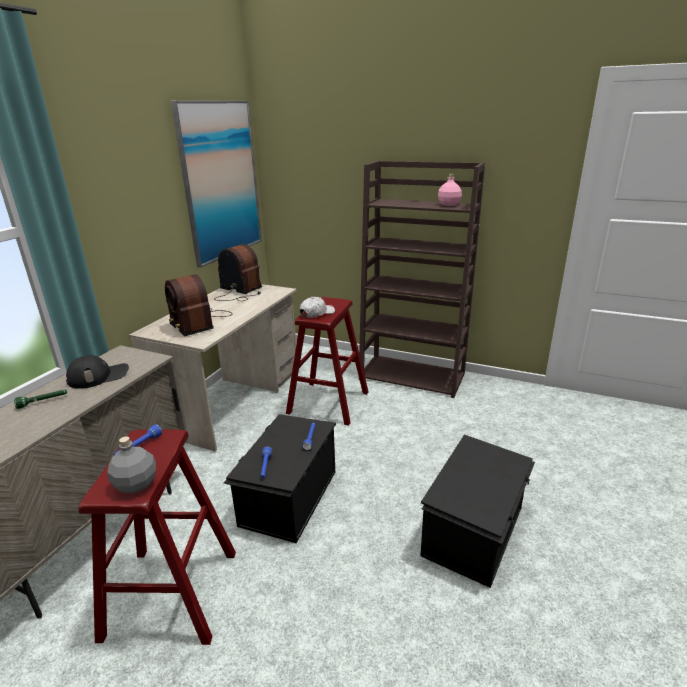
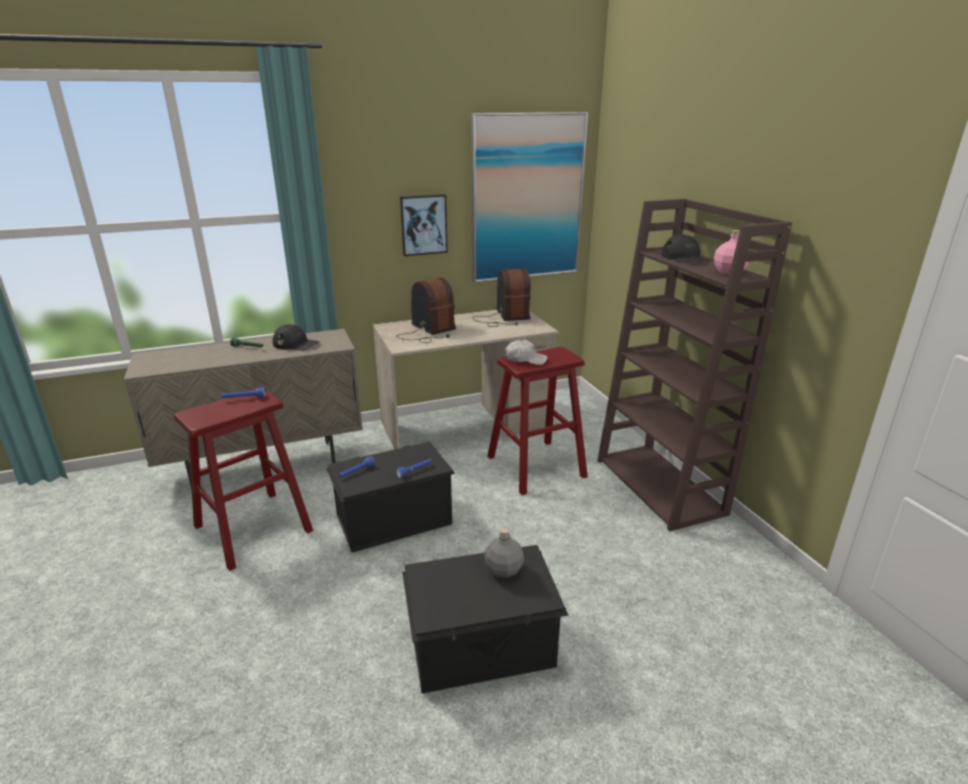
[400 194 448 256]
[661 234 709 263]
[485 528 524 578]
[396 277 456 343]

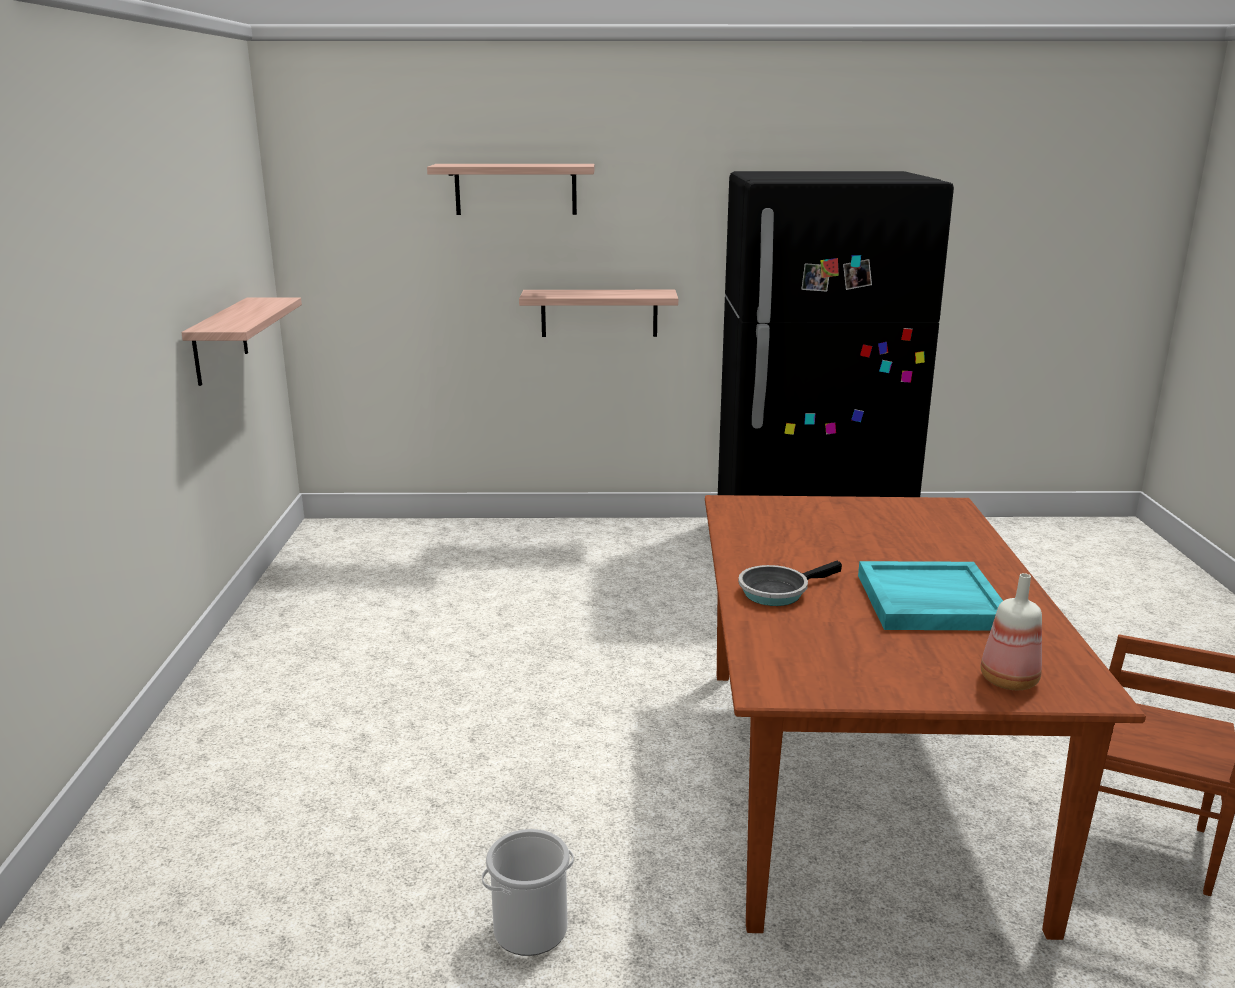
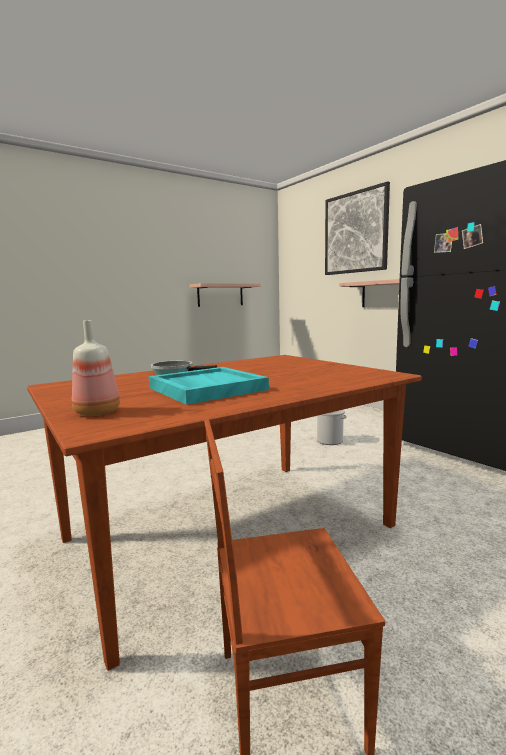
[317 410 347 445]
[325 181 390 275]

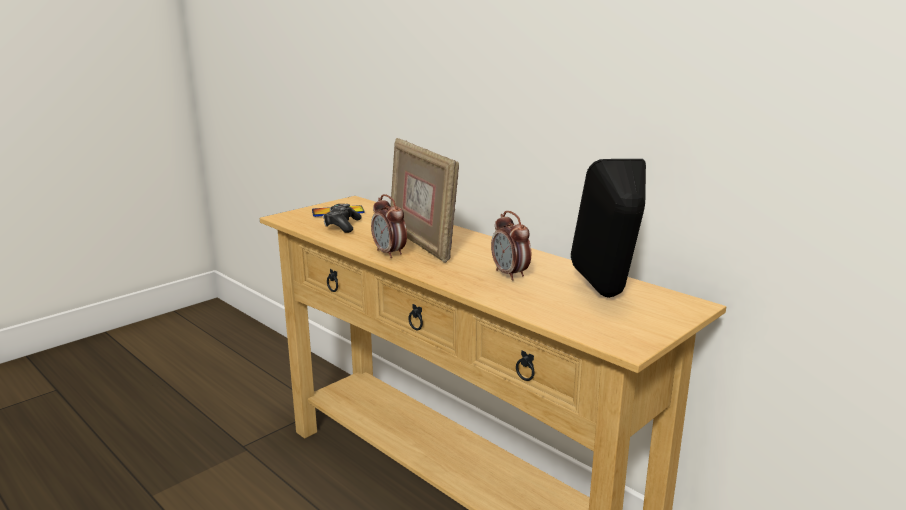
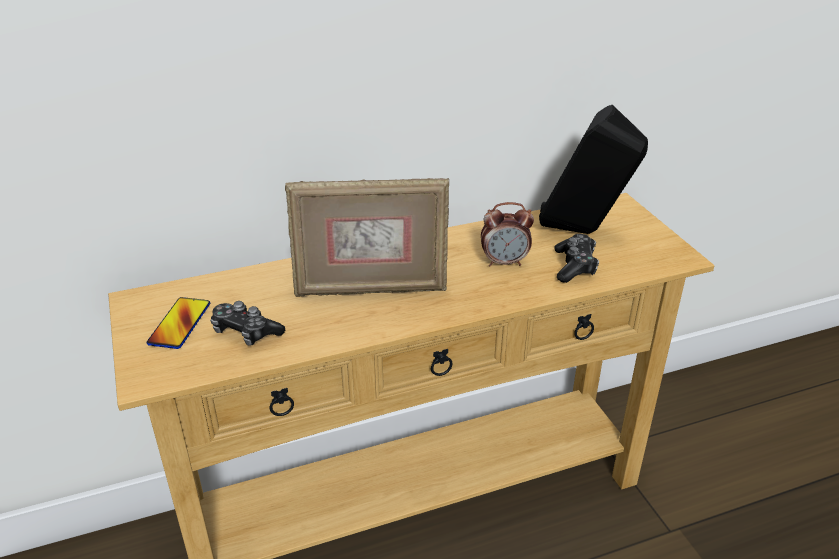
[371 194 407 258] (first image)
[554 234 599 283]

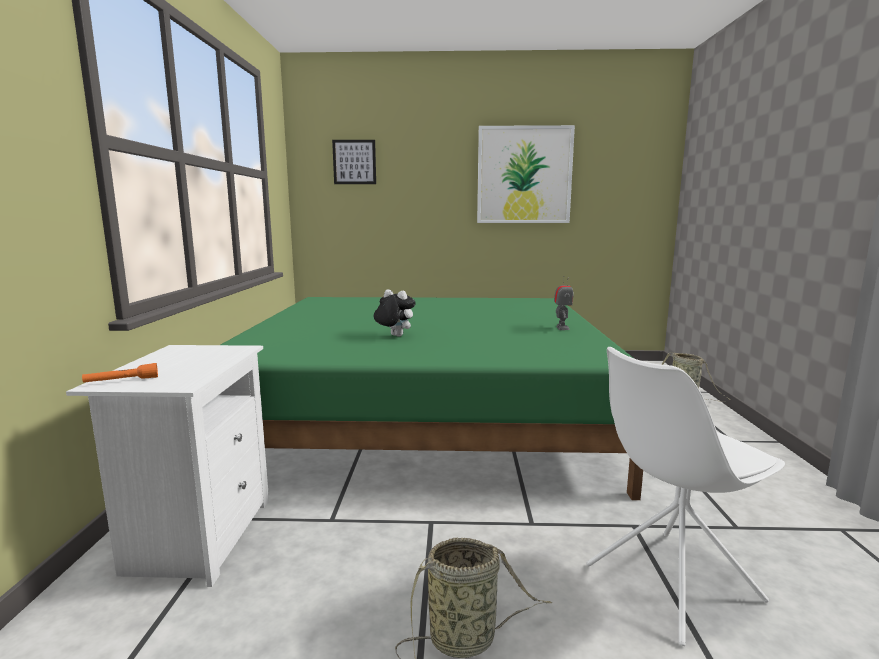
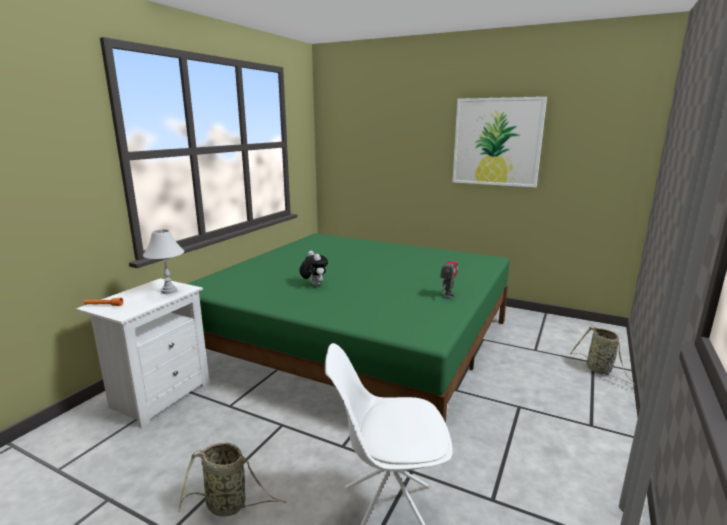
[332 140 376 184] (first image)
[143 229 184 294]

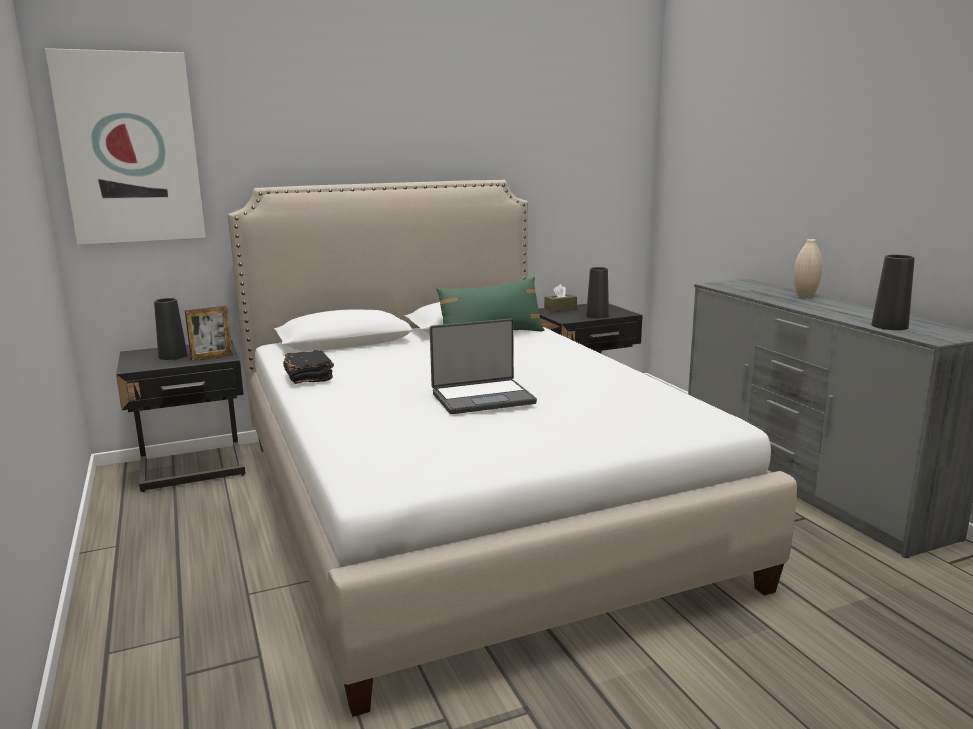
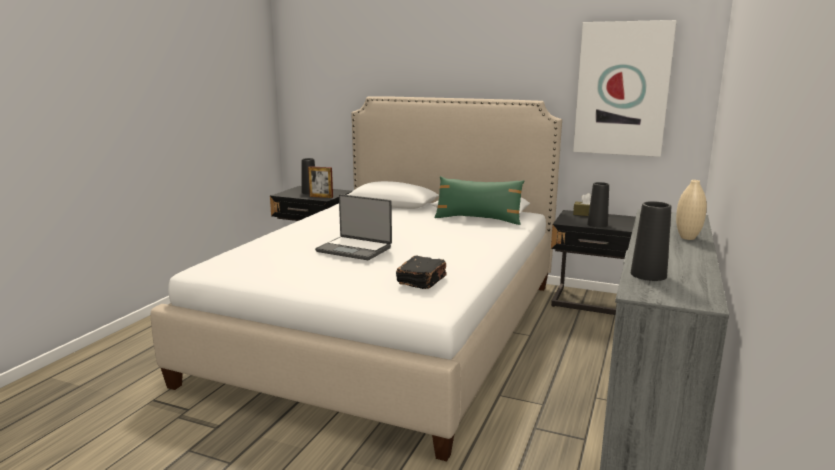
[573 20 677 157]
[396 256 447 289]

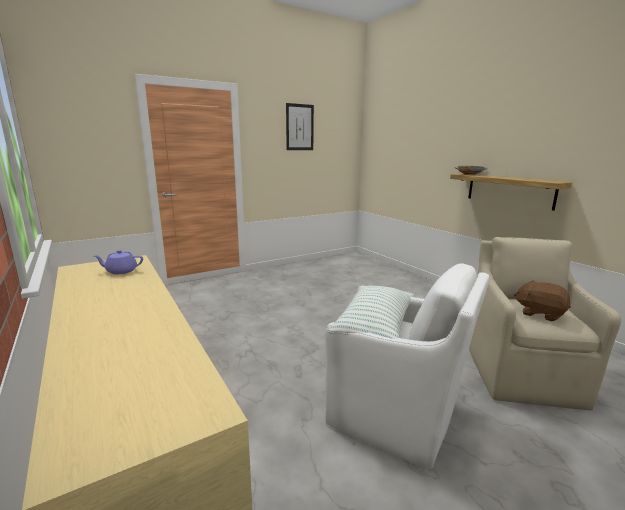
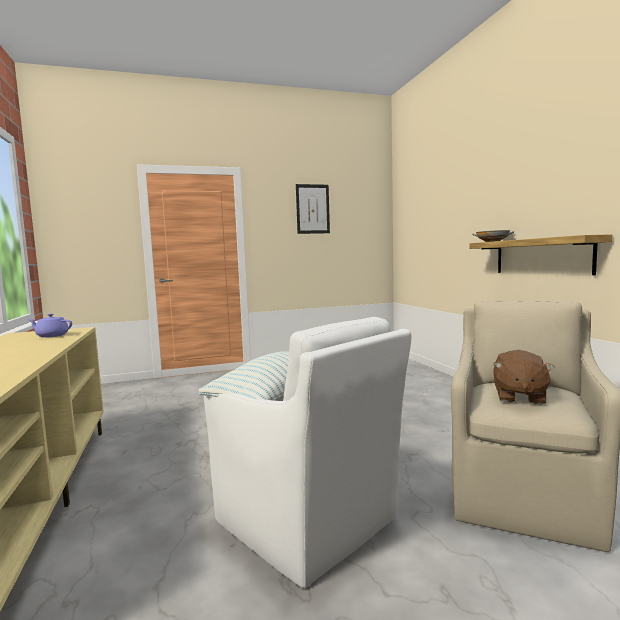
[493 350 554 405]

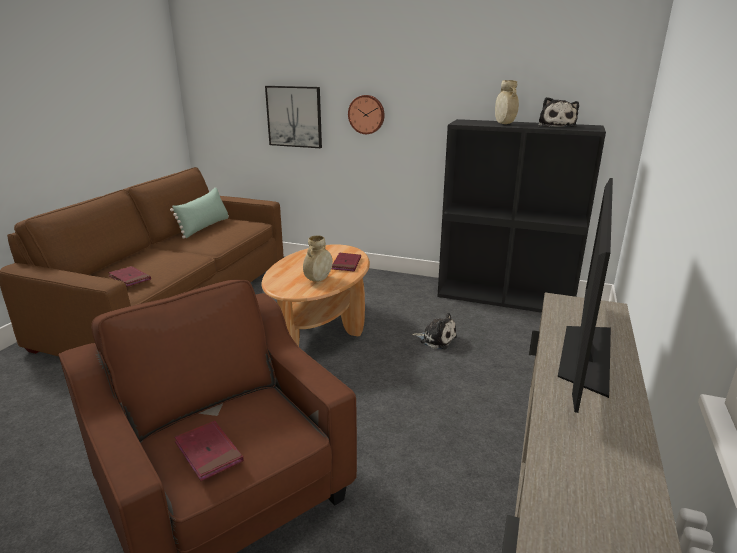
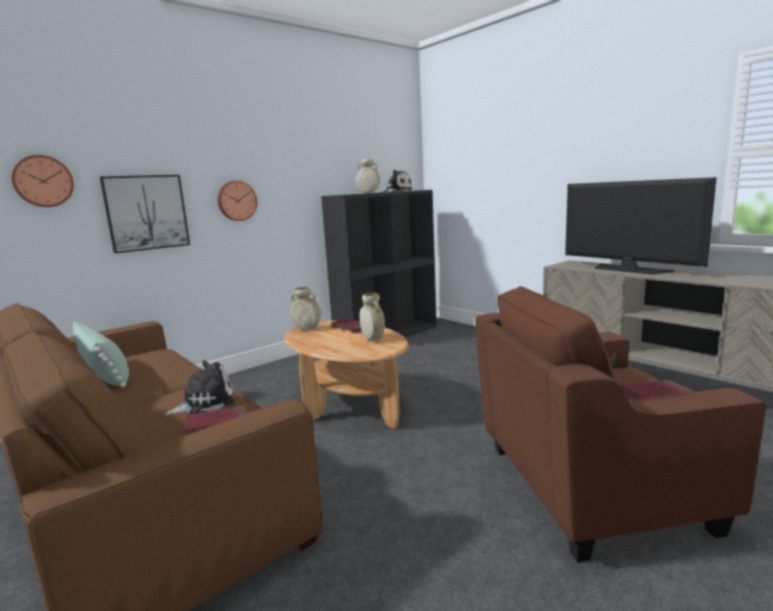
[11 155 74 207]
[290 287 321 330]
[164 360 235 415]

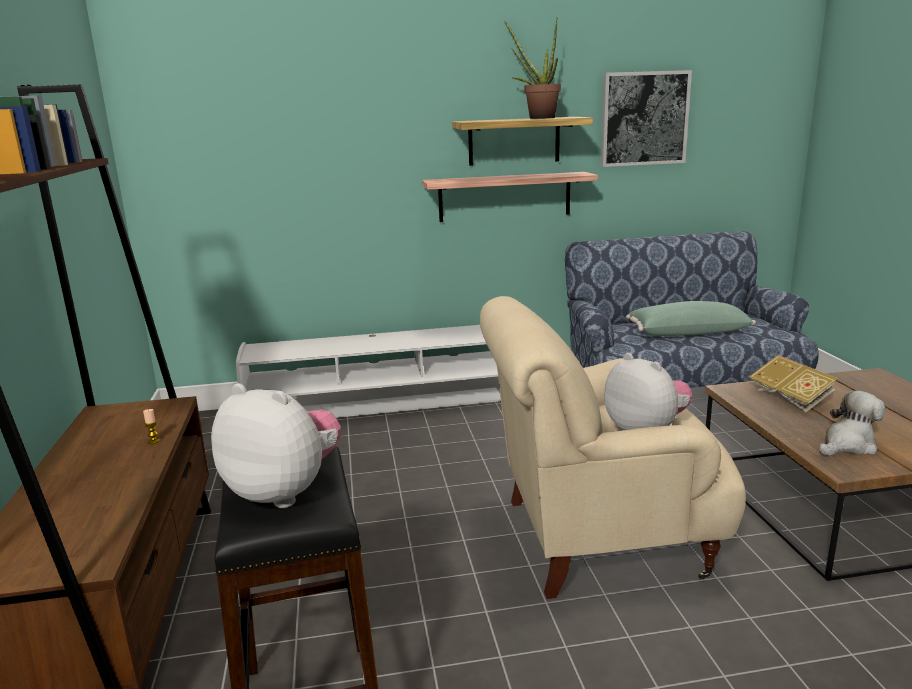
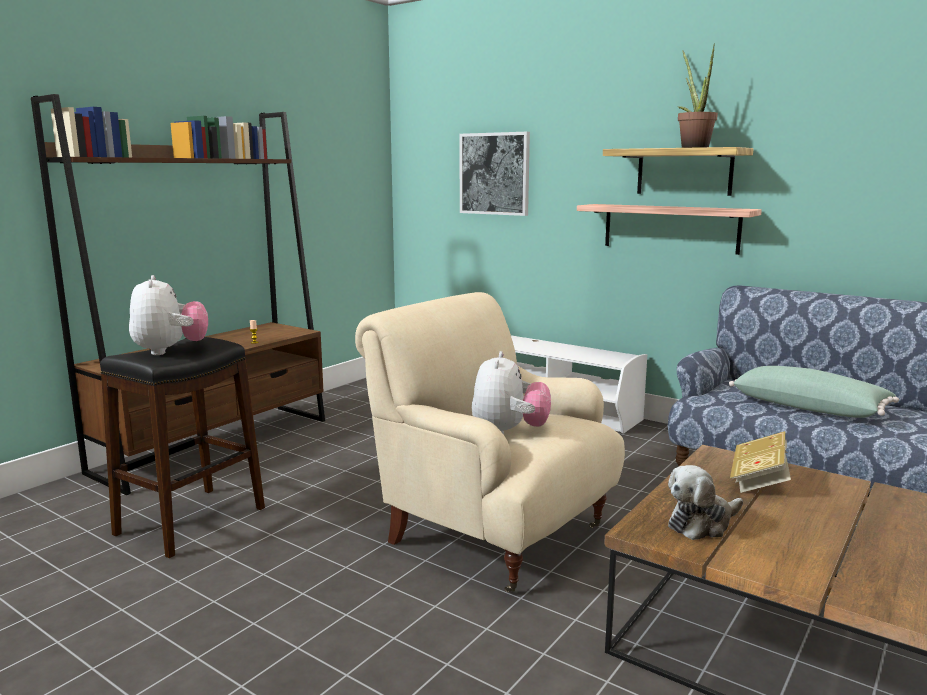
[460 132 530 216]
[668 465 743 540]

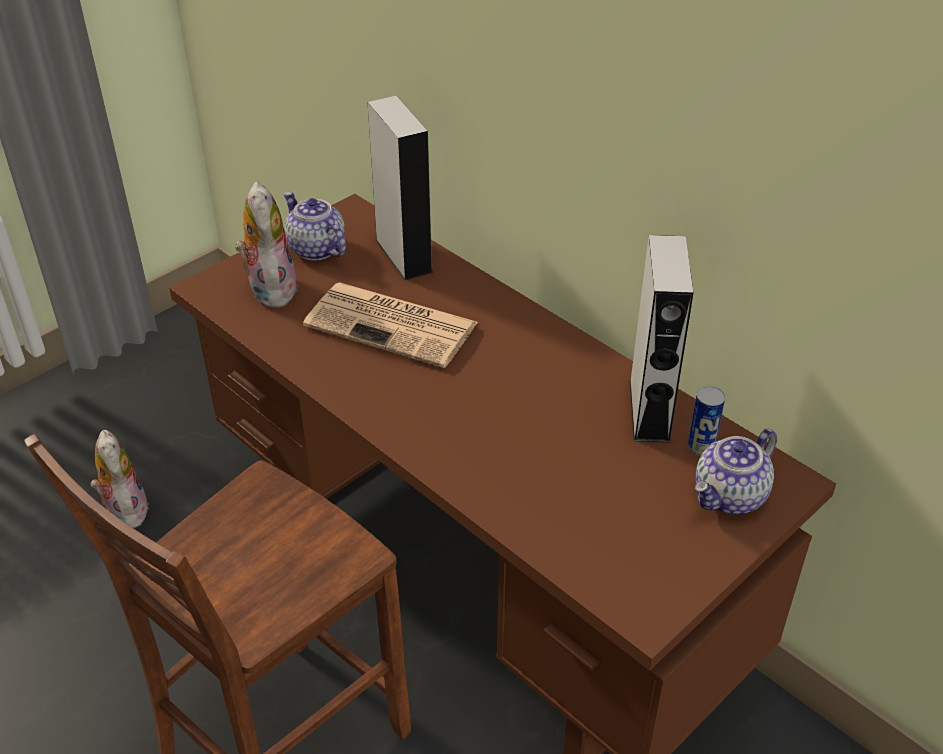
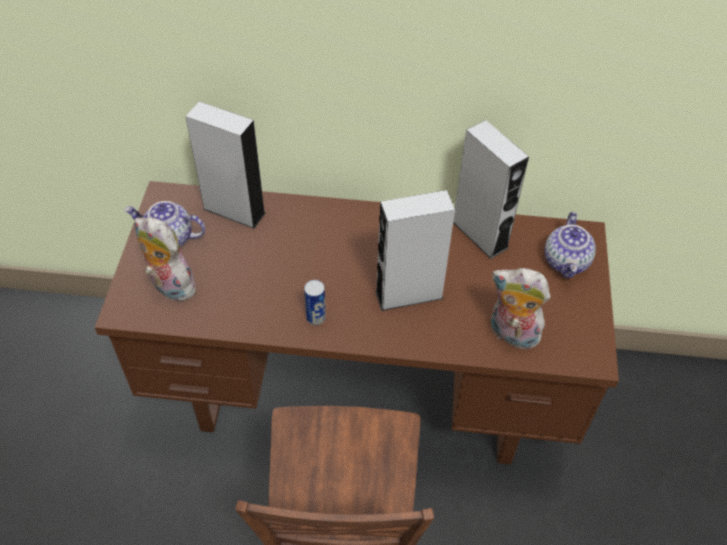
[303 282 478 368] (first image)
[375 190 455 311]
[491 268 550 349]
[304 280 326 325]

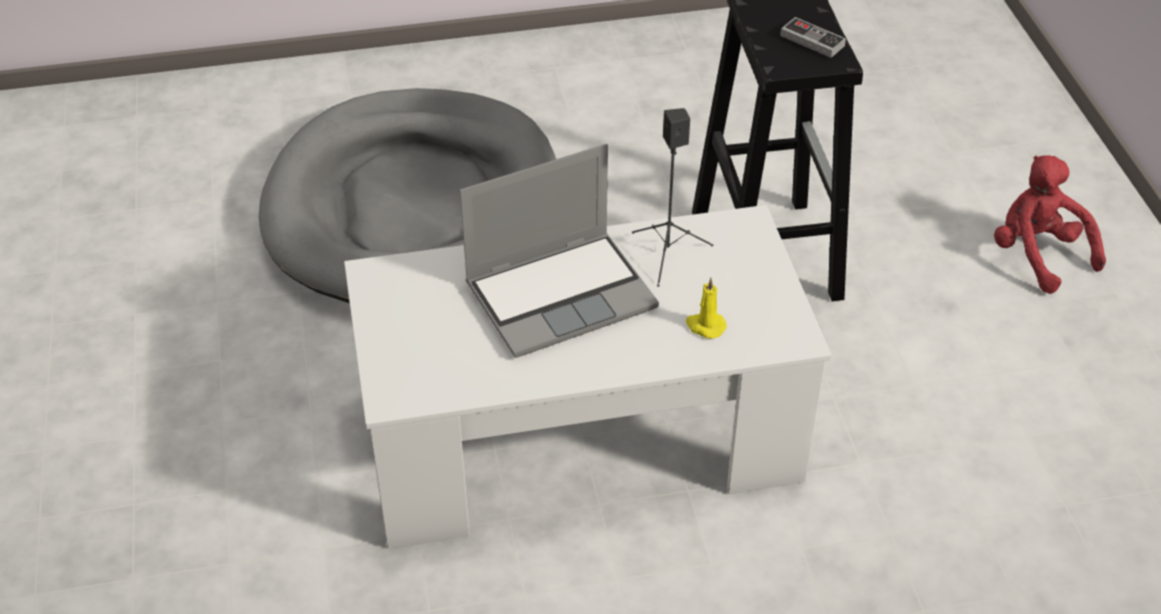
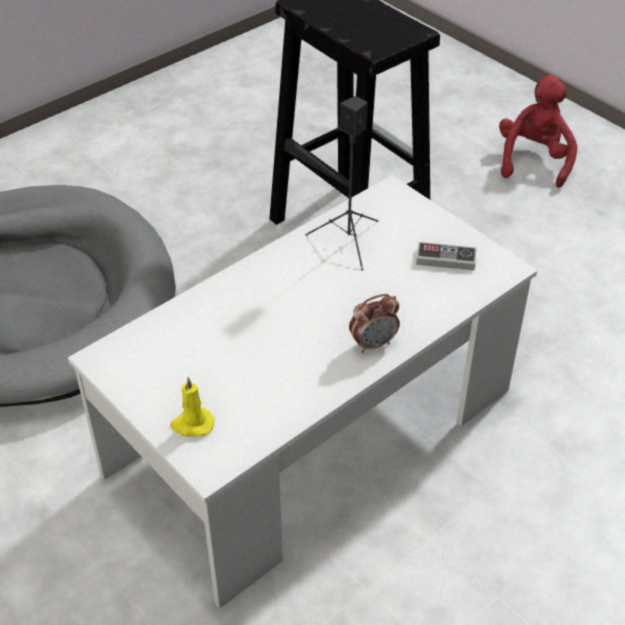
[460 144 659 358] (first image)
[349 294 400 353]
[170 377 214 437]
[416 242 476 271]
[499 75 577 188]

